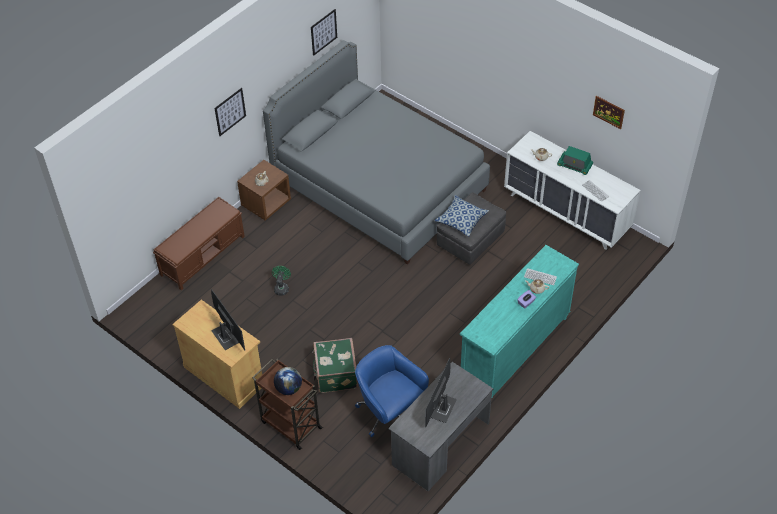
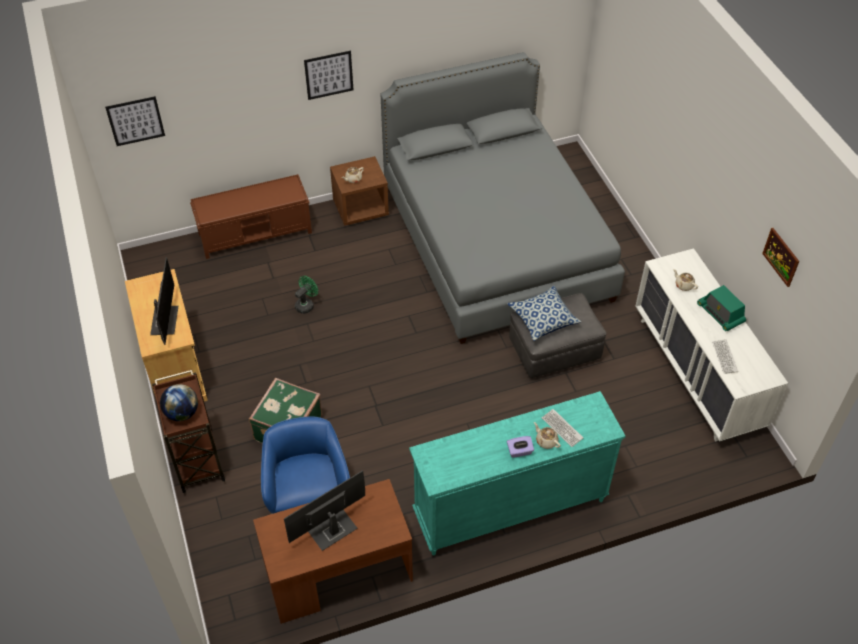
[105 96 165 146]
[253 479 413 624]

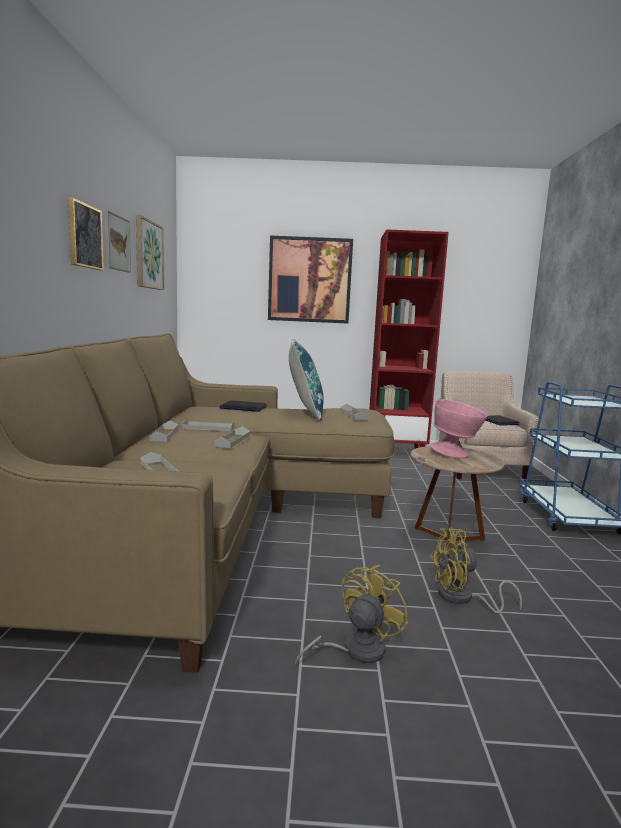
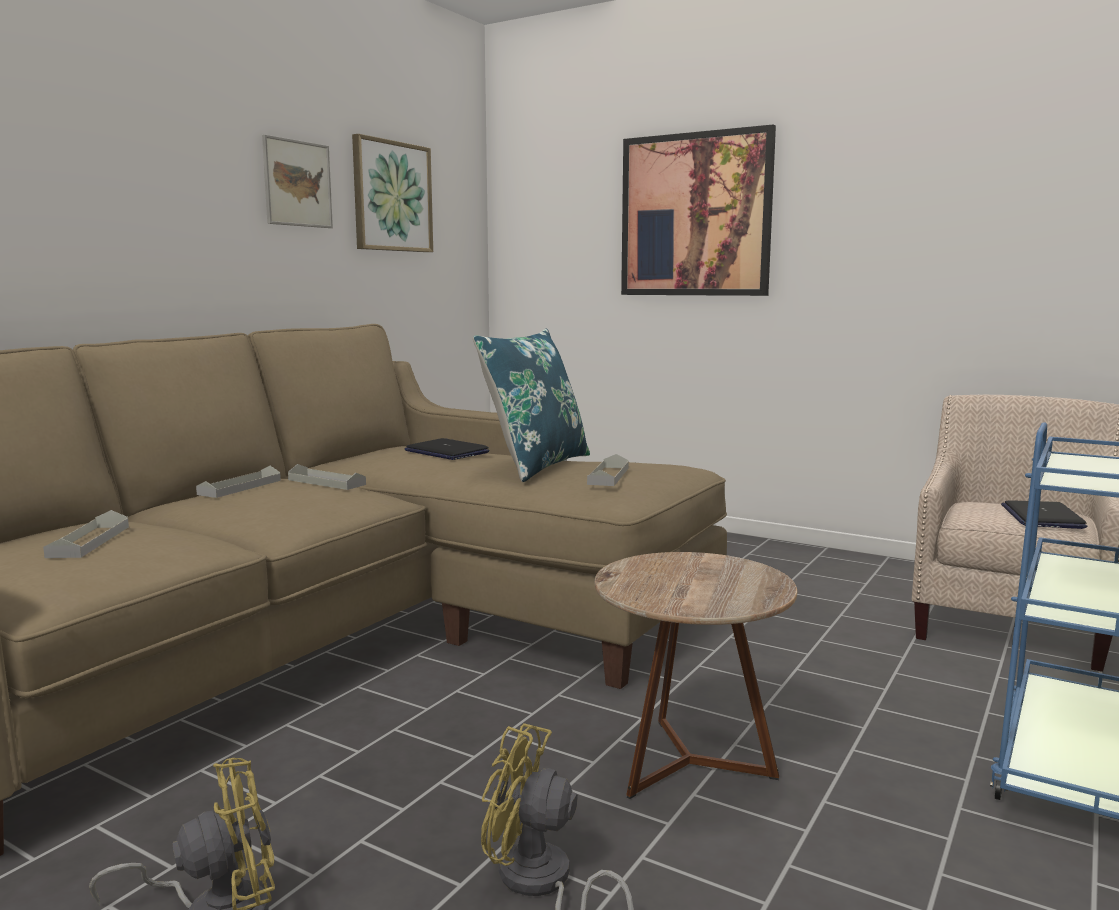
[68 197 104 271] (first image)
[214 426 250 448] (first image)
[370 229 449 449] (first image)
[430 399 488 458] (first image)

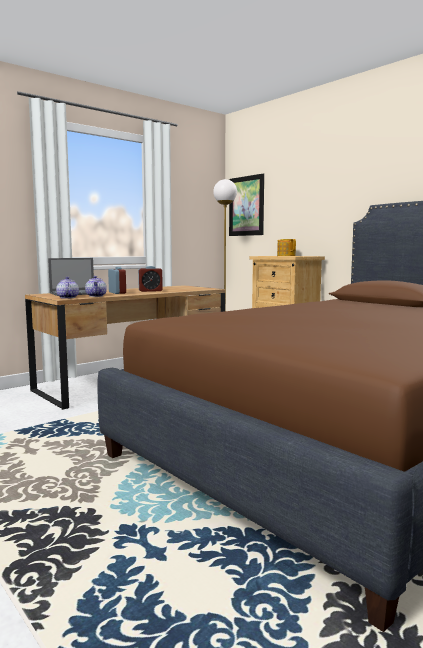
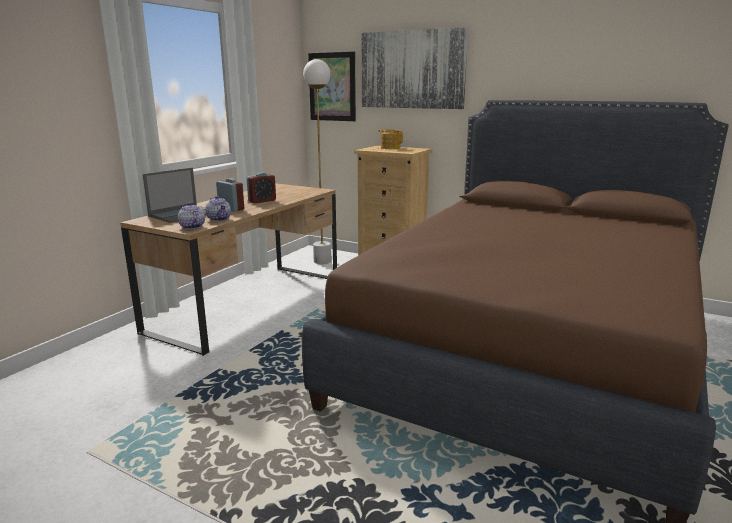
[362 27 468 109]

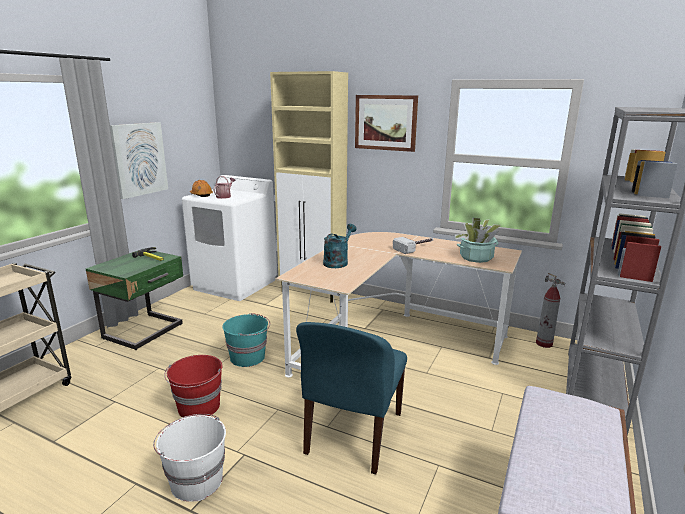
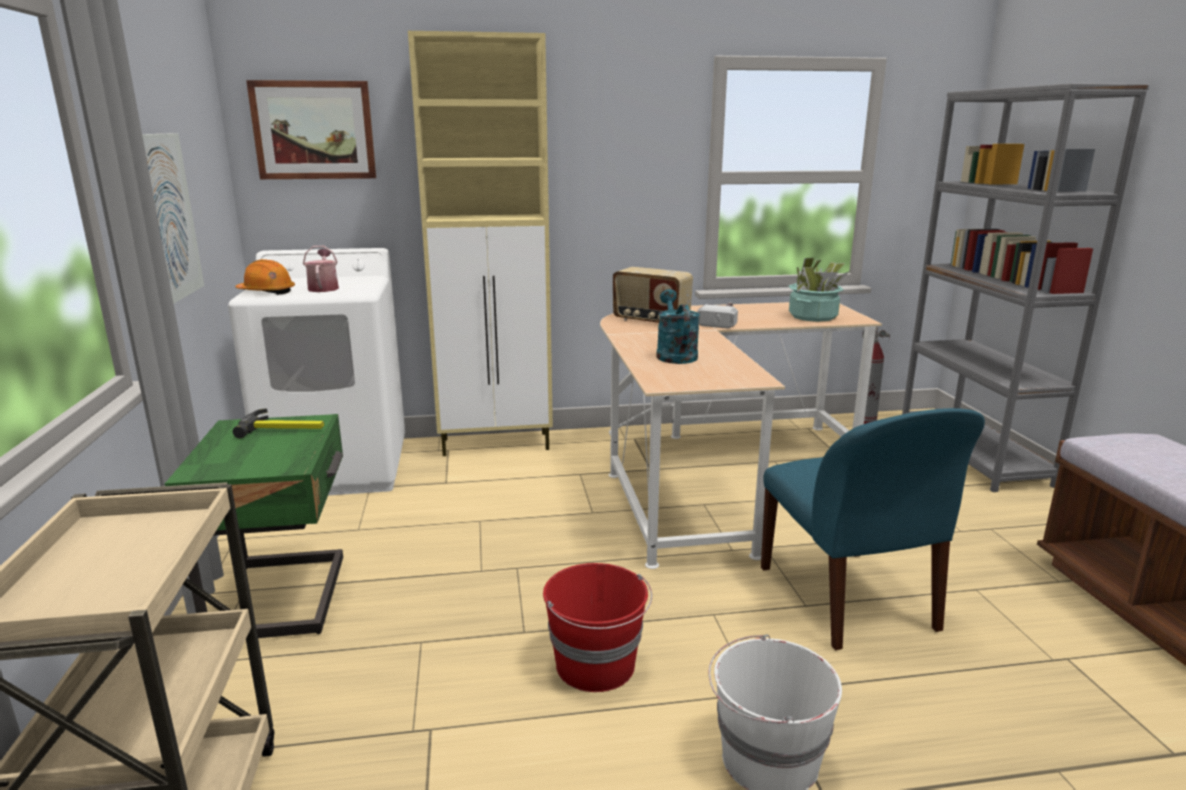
[222 313 270 367] (first image)
[613 267 693 323]
[246 80 376 179]

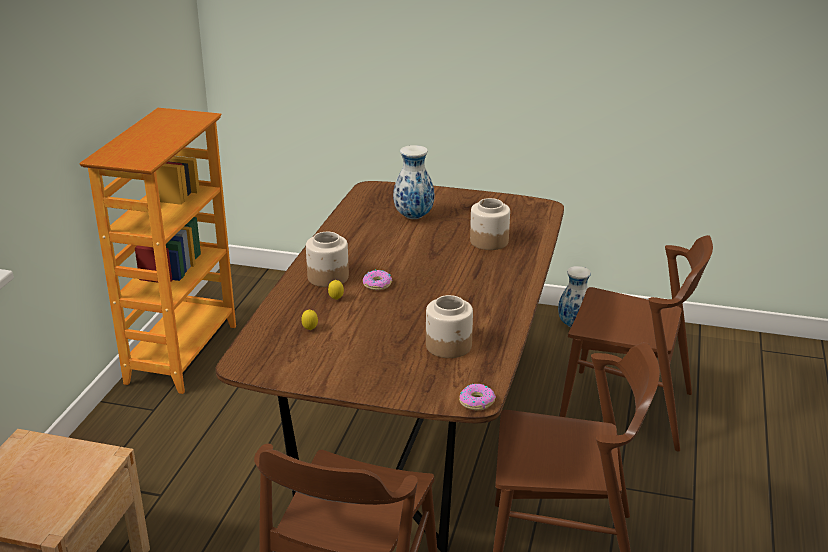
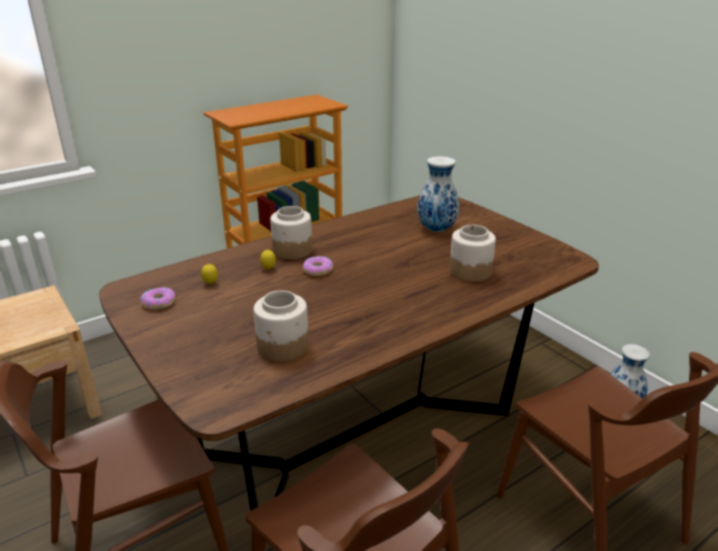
[140 287 175 310]

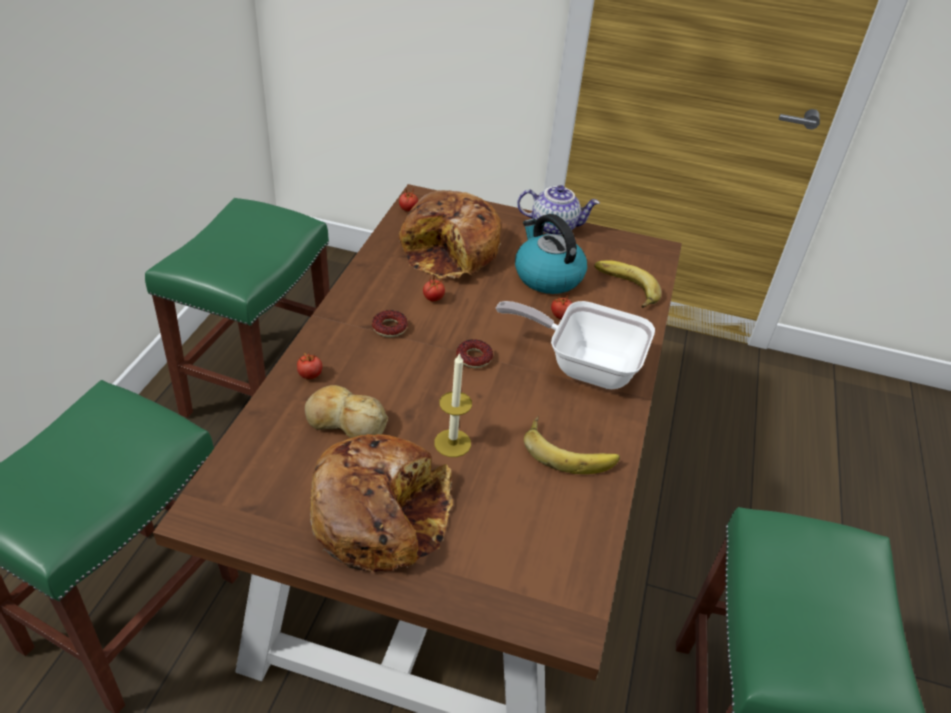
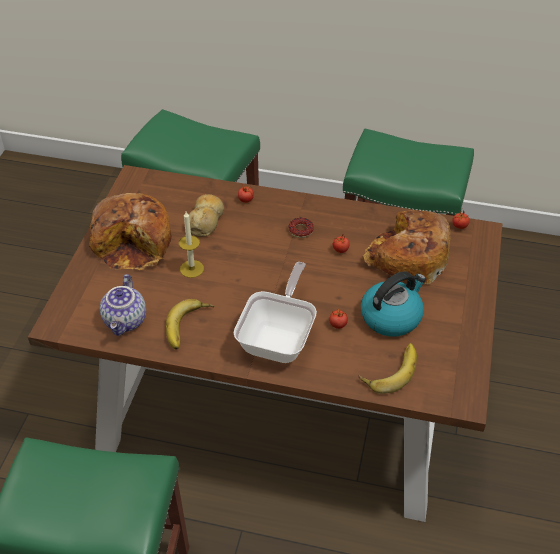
[456 339 493 368] (first image)
[100 274 146 336]

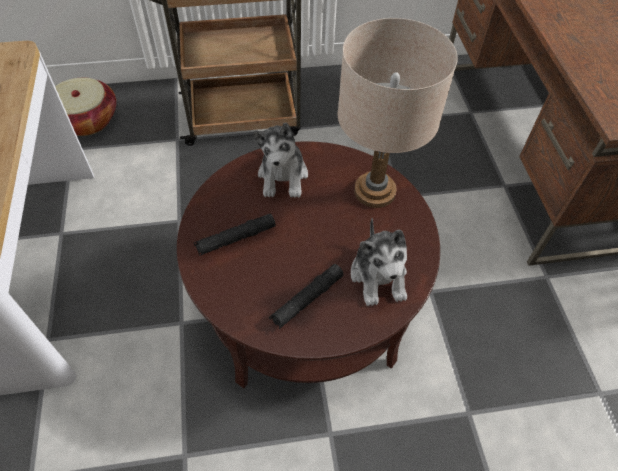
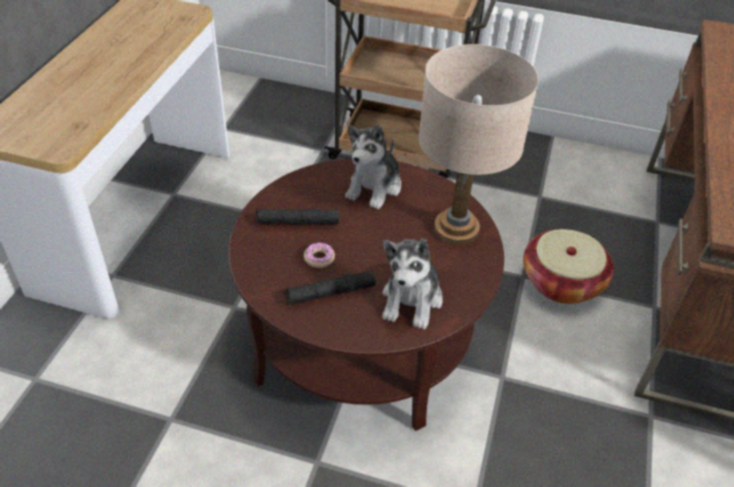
[304 242 335 268]
[523 229 614 304]

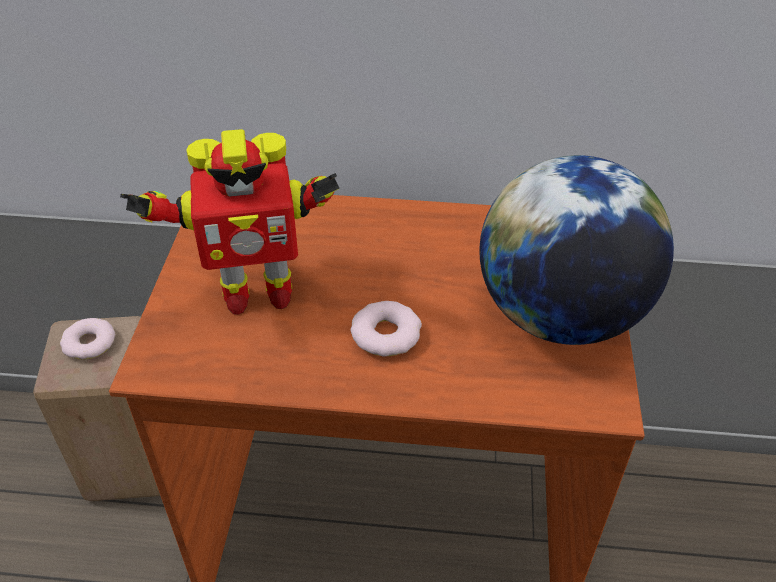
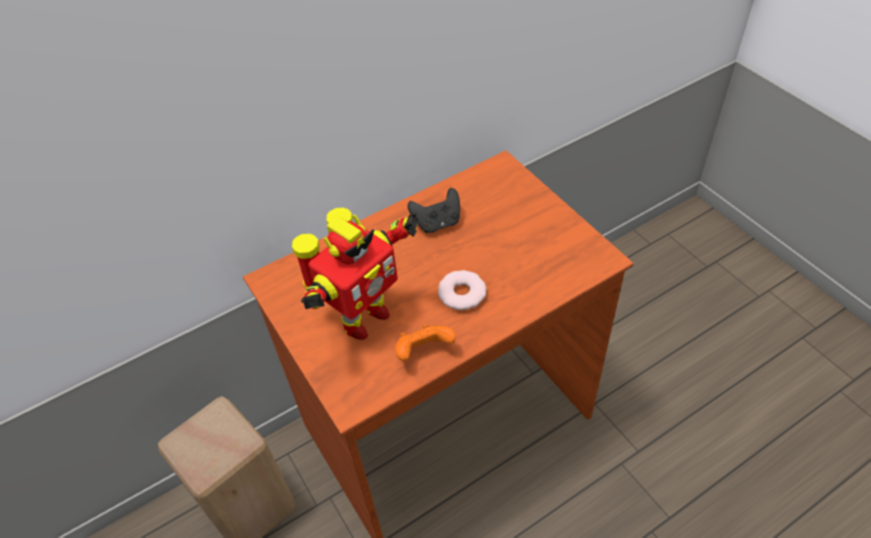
[60 318 115 360] (first image)
[479 155 674 345] (first image)
[395 324 456 361]
[408 188 460 233]

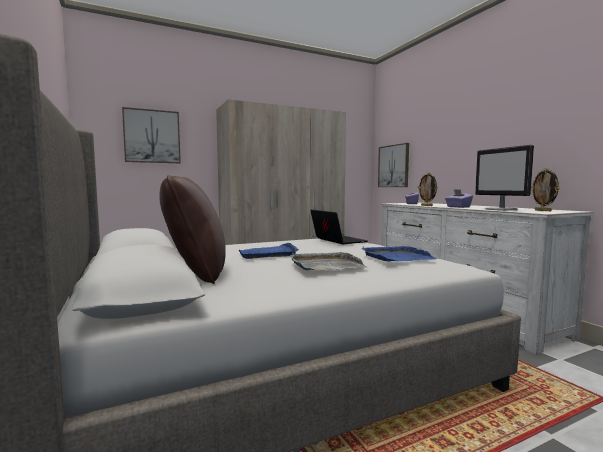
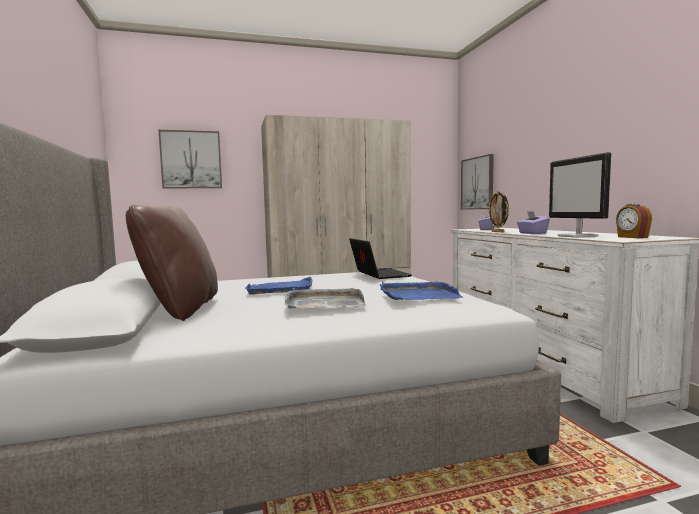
[616 204 652 238]

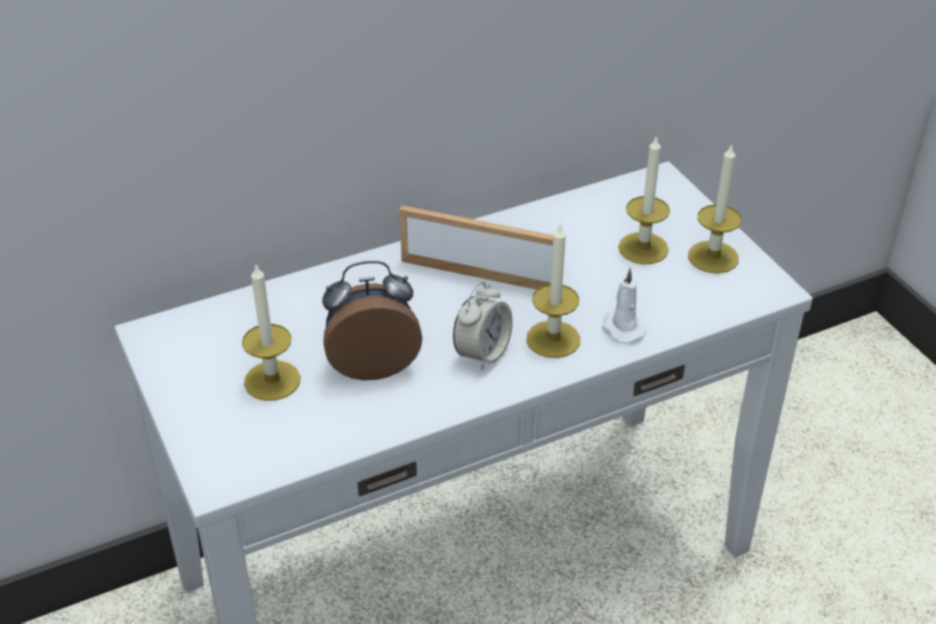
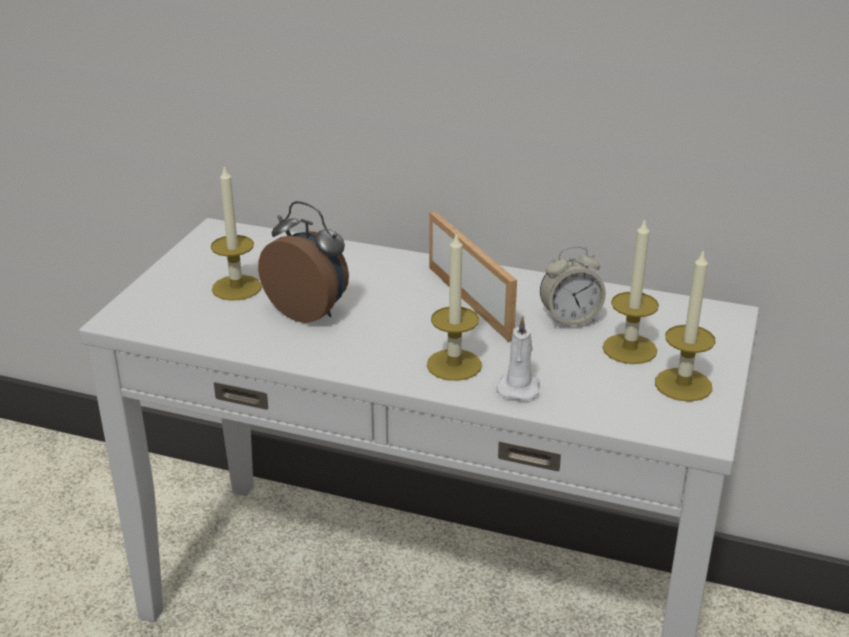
[540 246 606 327]

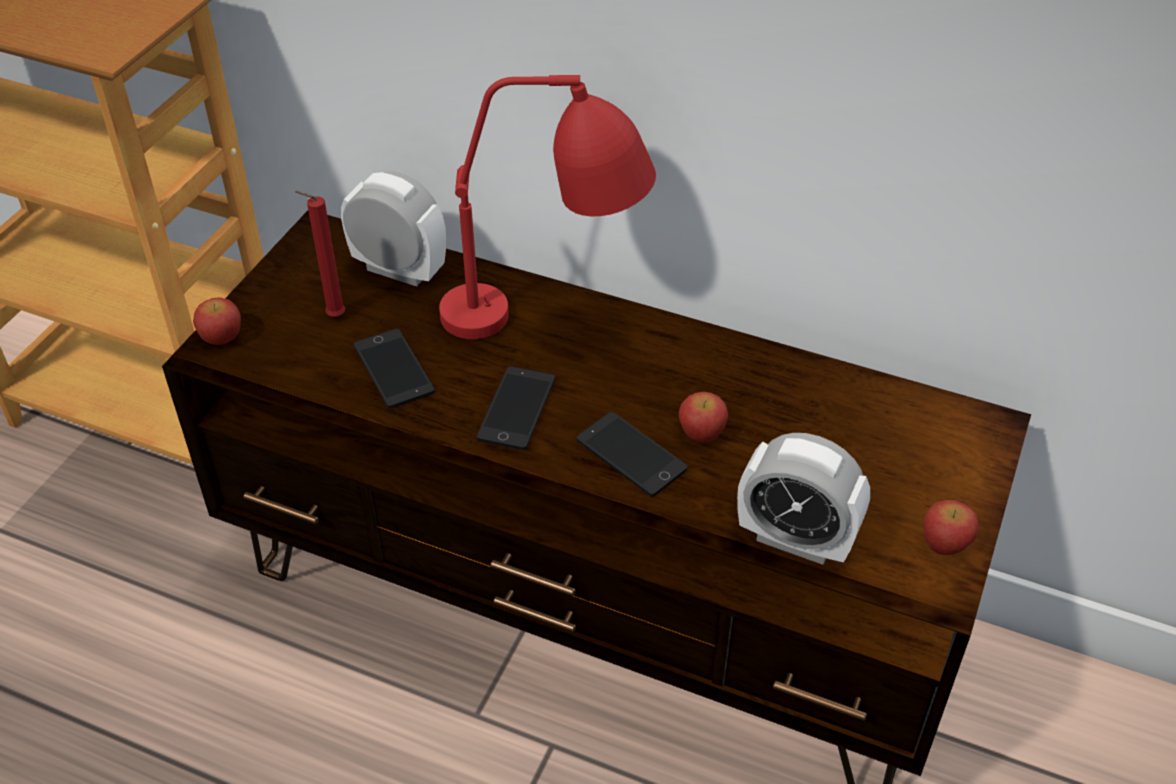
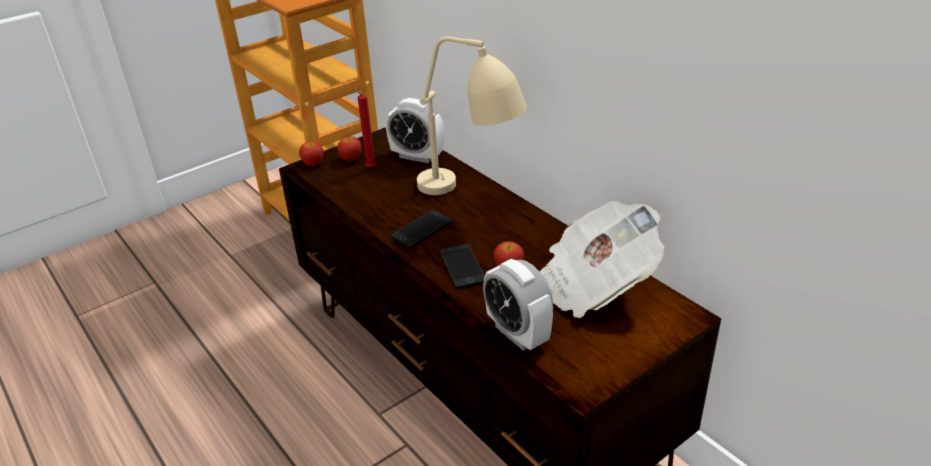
[354 329 435 408] (first image)
[540 201 664 318]
[337 136 362 161]
[417 37 527 195]
[386 98 444 163]

